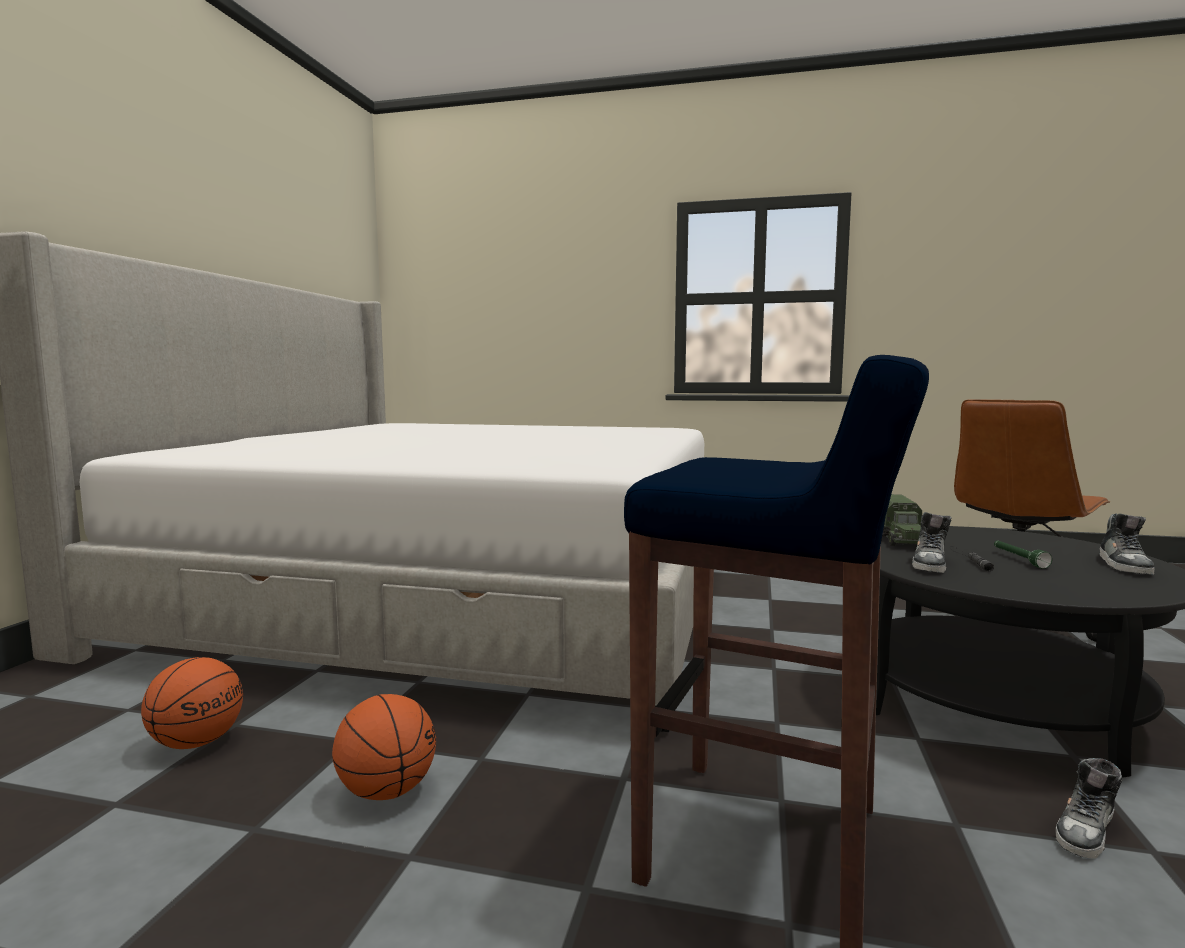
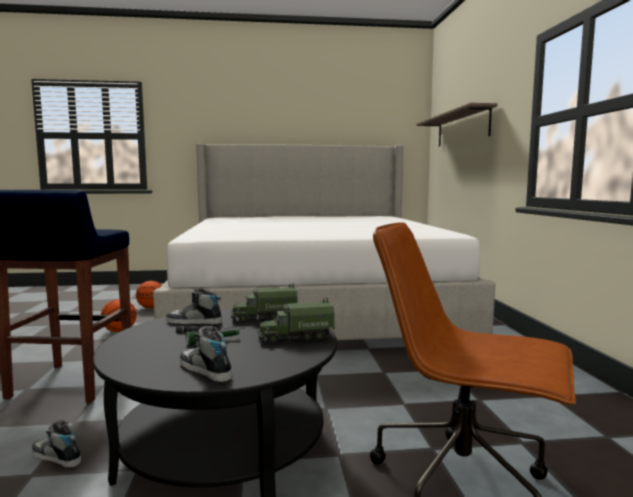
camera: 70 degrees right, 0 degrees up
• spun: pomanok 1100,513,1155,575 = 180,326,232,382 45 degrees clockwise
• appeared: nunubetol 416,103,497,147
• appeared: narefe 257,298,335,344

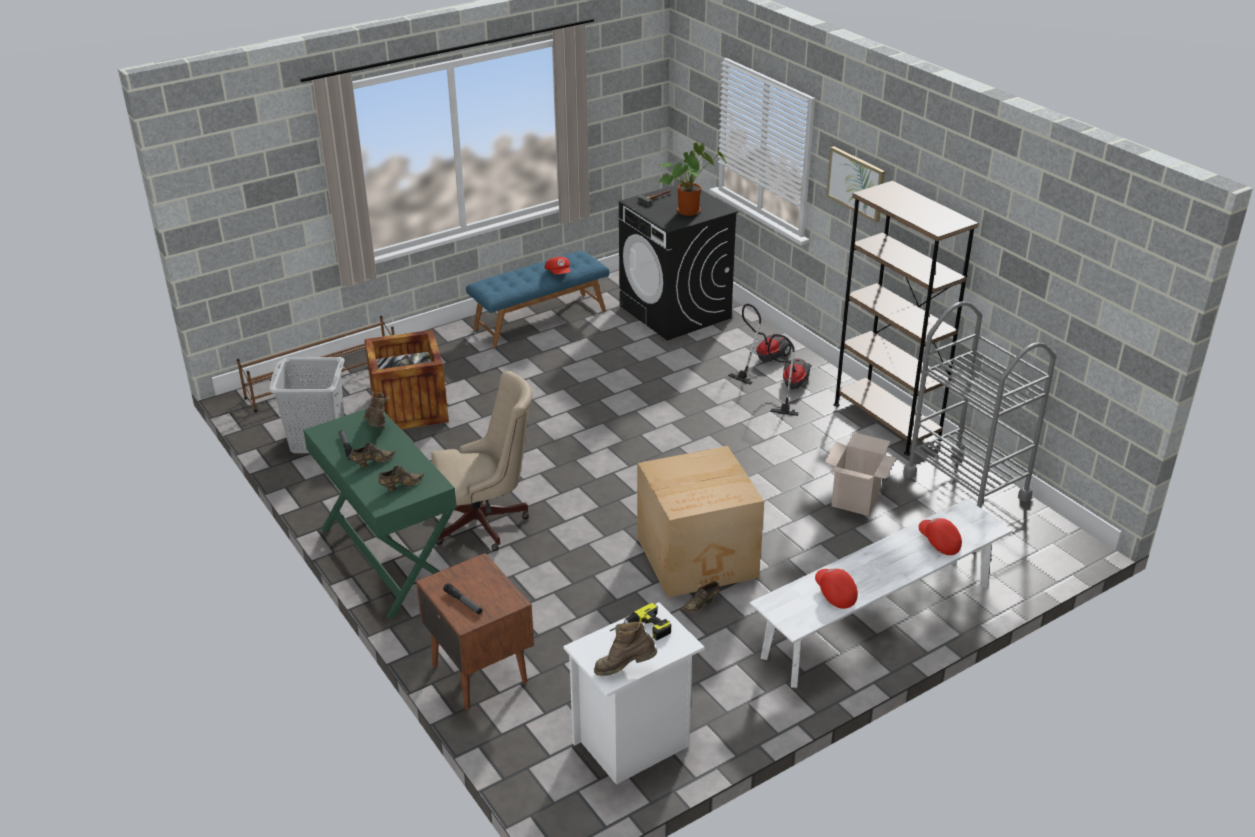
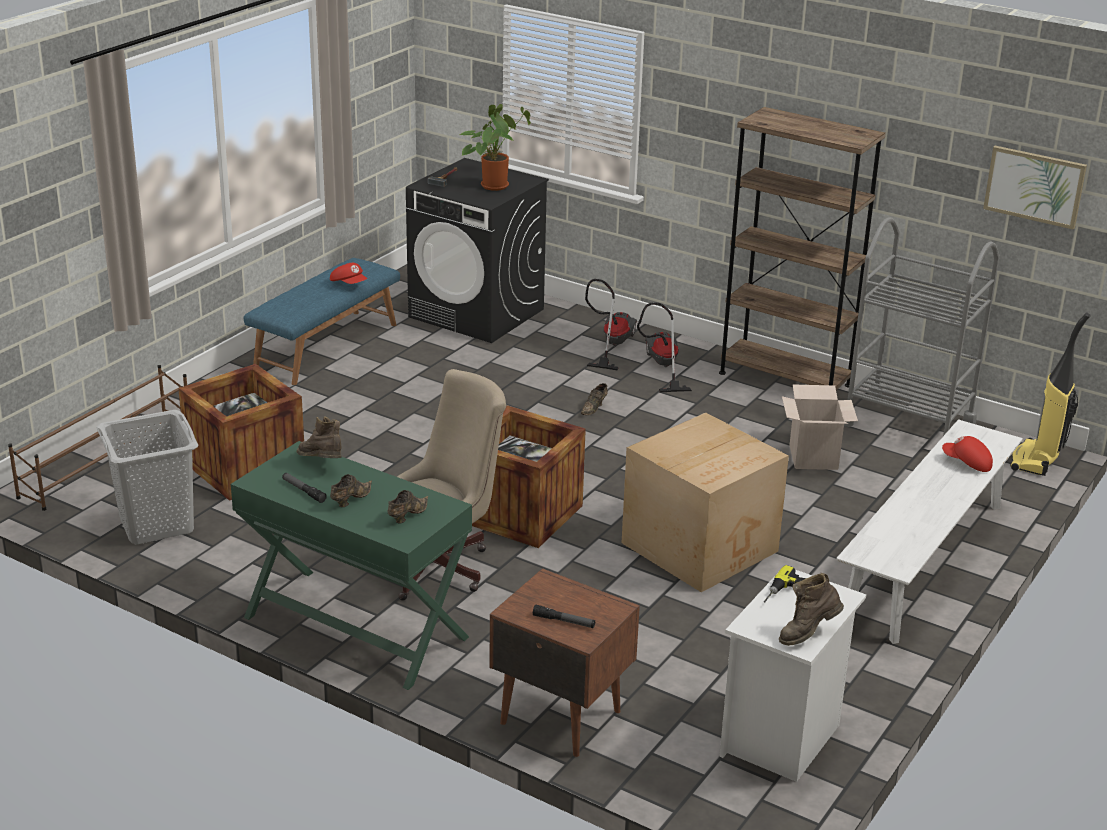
camera: 25 degrees left, 5 degrees down
• relocated: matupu 826,146,885,223 to 983,146,1087,229
• missing: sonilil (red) 815,568,858,609
• relocated: pomanok (brown) 681,581,720,613 to 581,383,608,415
• appeared: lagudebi 1010,313,1091,476
• appeared: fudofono 472,405,586,548

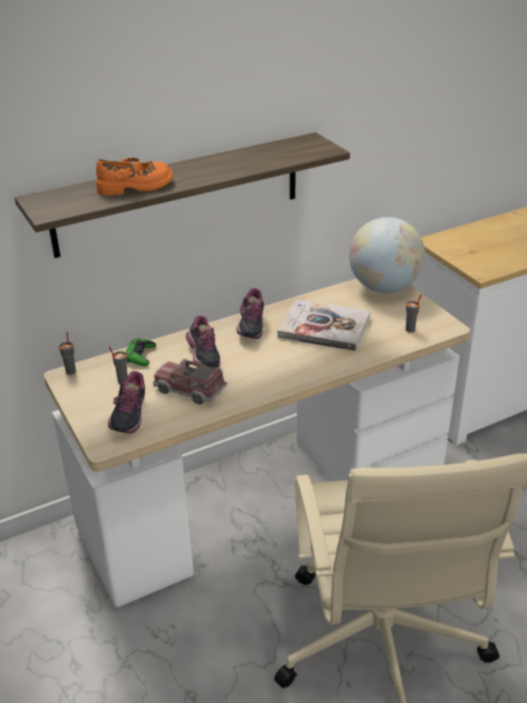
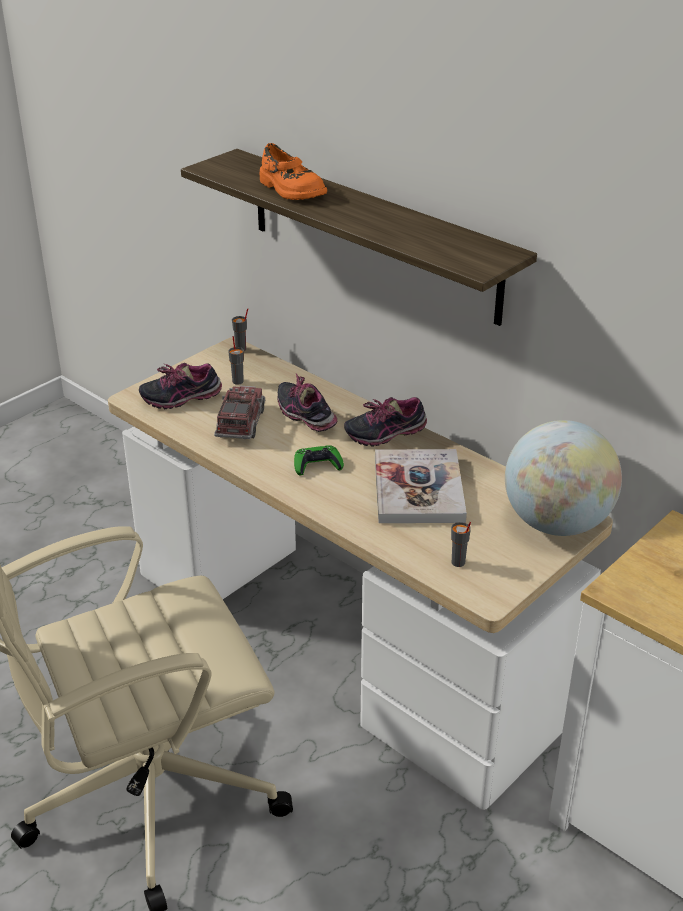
camera: 70 degrees right, 0 degrees up
• spun: pomanok 186,316,220,368 = 278,373,338,432 90 degrees clockwise
• relocated: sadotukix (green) 126,338,156,366 to 294,445,344,476

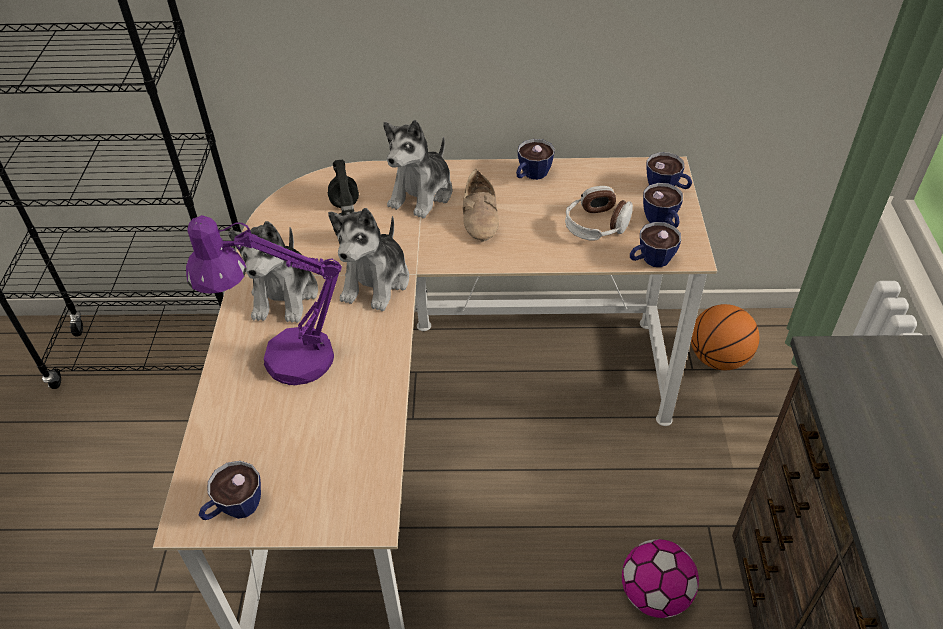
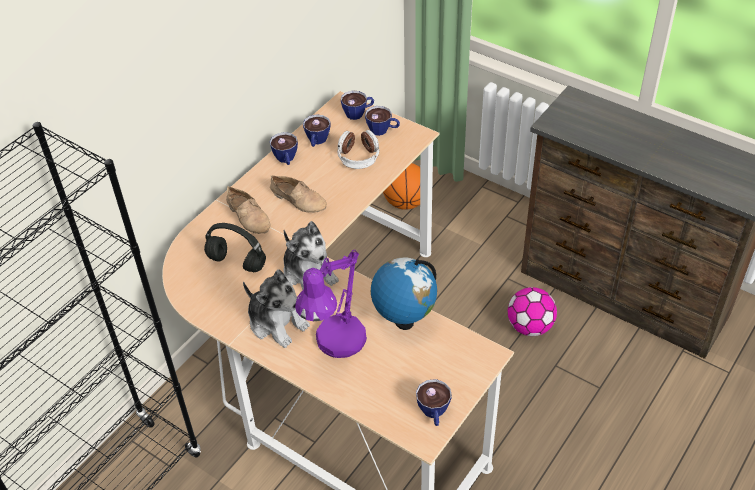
camera: 55 degrees left, 0 degrees up
• exchanged: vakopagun 383,120,453,218 to pomanok (beige) 226,186,271,234
• relocated: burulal 630,222,681,267 to 303,114,330,147
• appeared: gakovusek 371,258,437,330

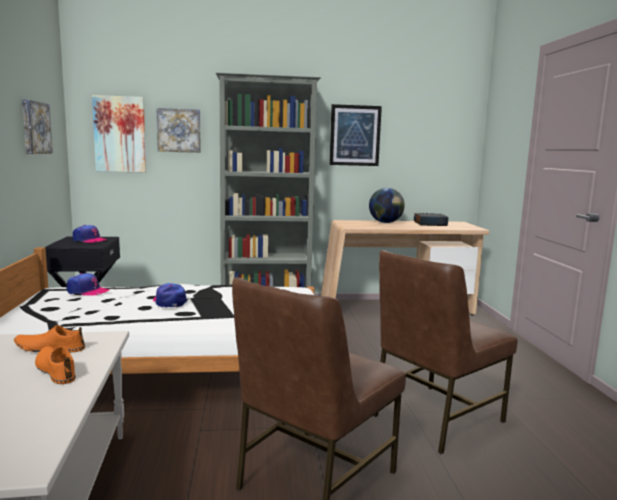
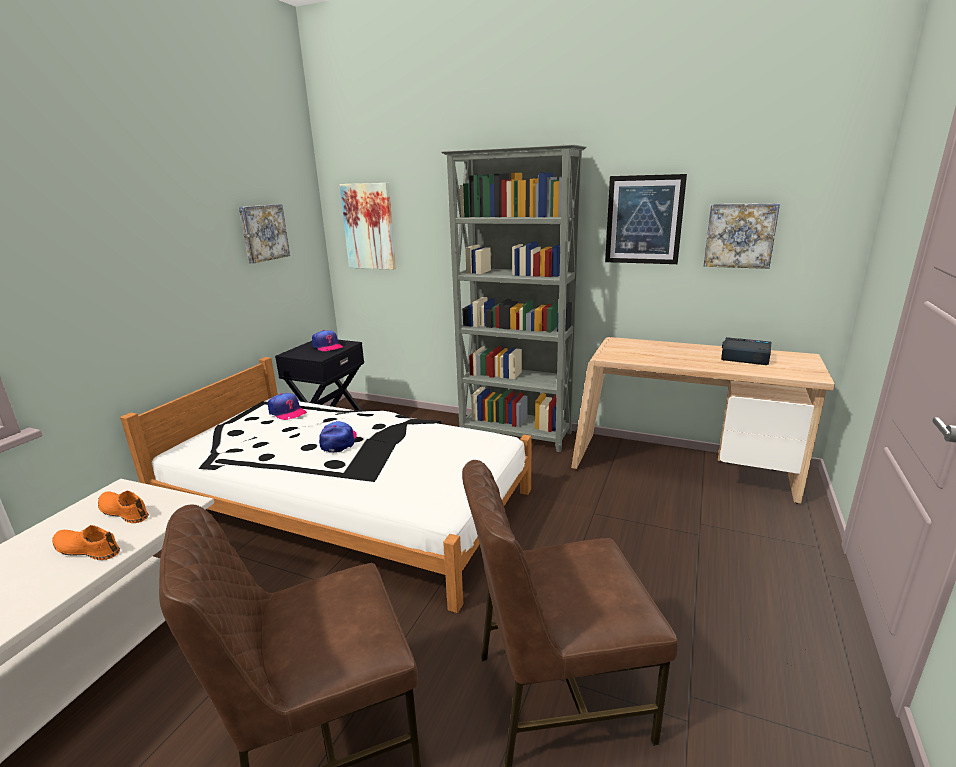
camera: 30 degrees right, 10 degrees up
• relocated: matupu 157,108,201,153 to 704,203,780,269
• missing: gakovusek 369,188,405,223
• spun: pomanok (orange) 35,346,76,384 = 52,525,120,560 60 degrees counterclockwise

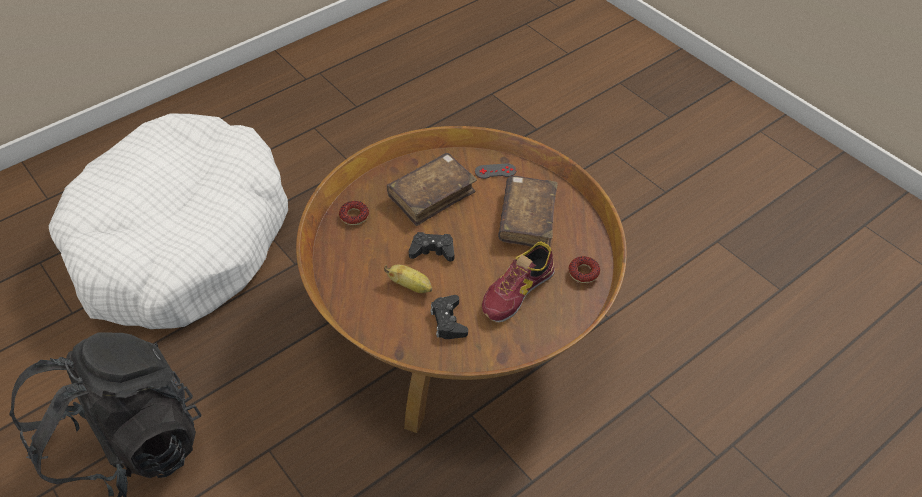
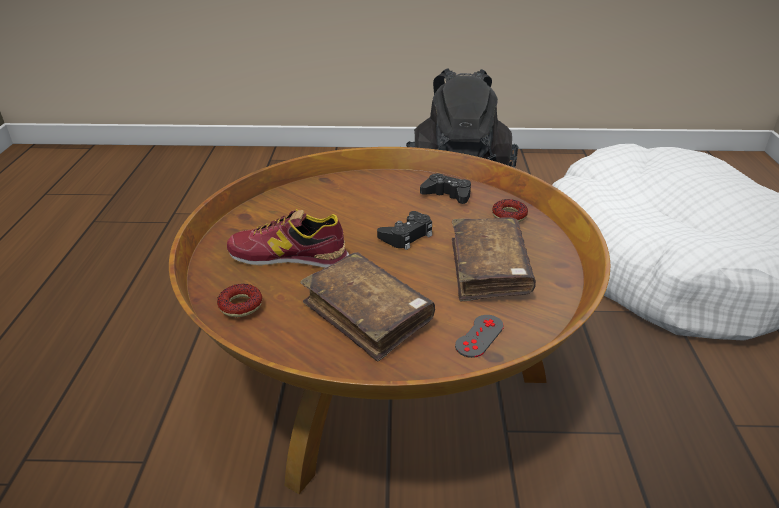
camera: 130 degrees right, 15 degrees down
• spun: pomanok 482,241,555,323 = 227,209,349,269 75 degrees counterclockwise
• missing: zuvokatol 384,265,432,293
• relocated: sadotukix (black) 430,295,468,339 to 420,173,471,204

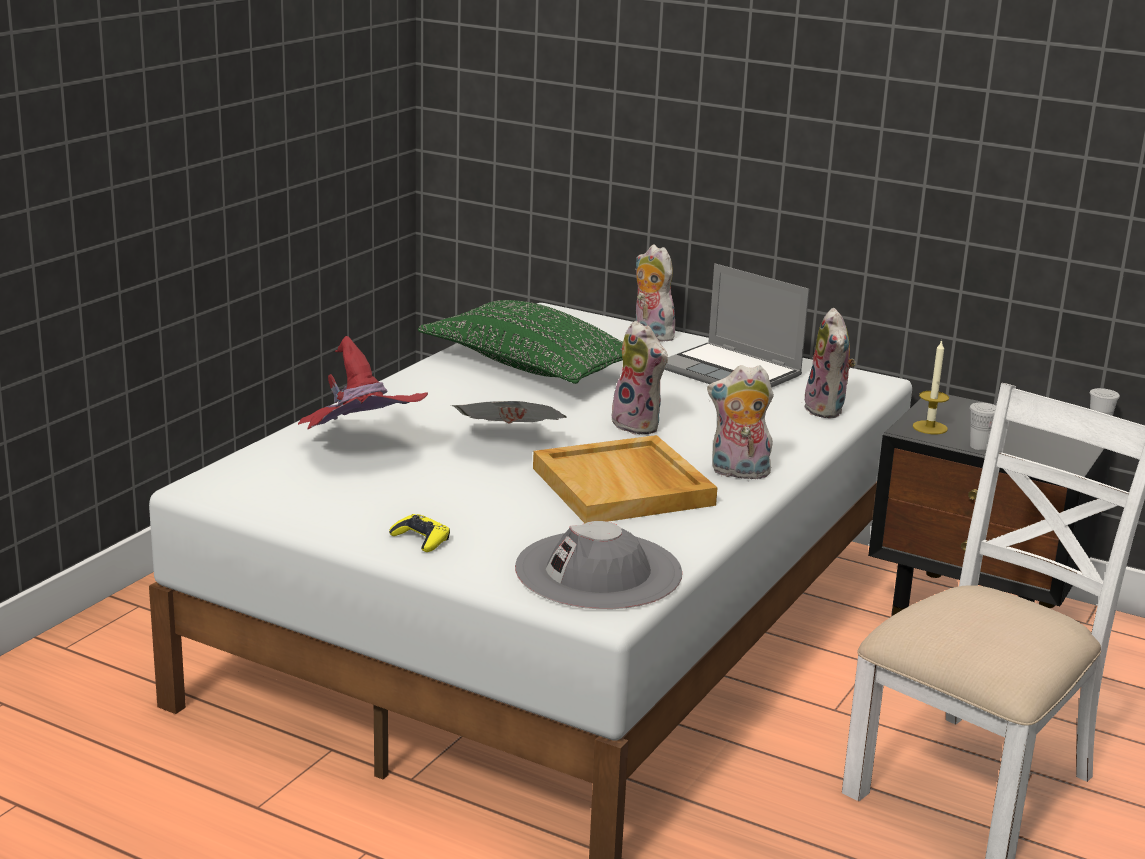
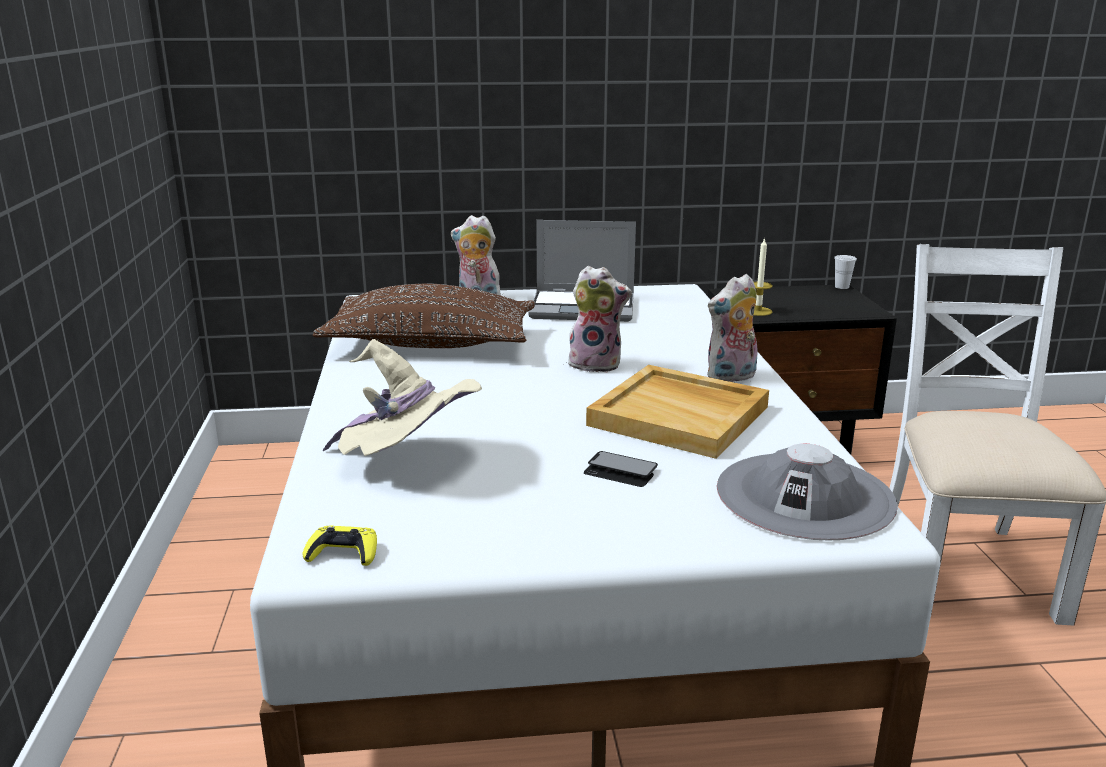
camera: 35 degrees left, 0 degrees up
• colour: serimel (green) 418,300,623,384 to serimel (brown) 313,284,535,348
• missing: vakopagun 803,308,856,418
• colour: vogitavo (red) 298,336,428,429 to vogitavo (beige) 323,339,482,456
• missing: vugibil 451,401,566,424
• missing: burulal (white) 970,403,996,450
• relocated: sadotukix (yellow) 389,514,450,552 to 302,525,377,566
• appeared: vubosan 584,451,658,487

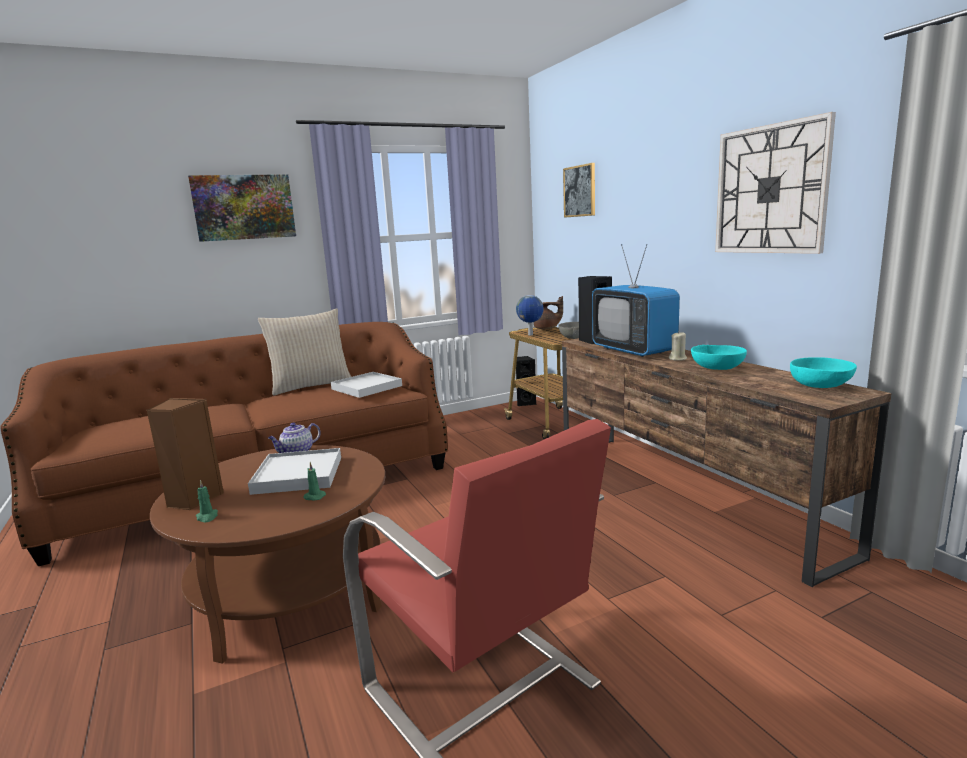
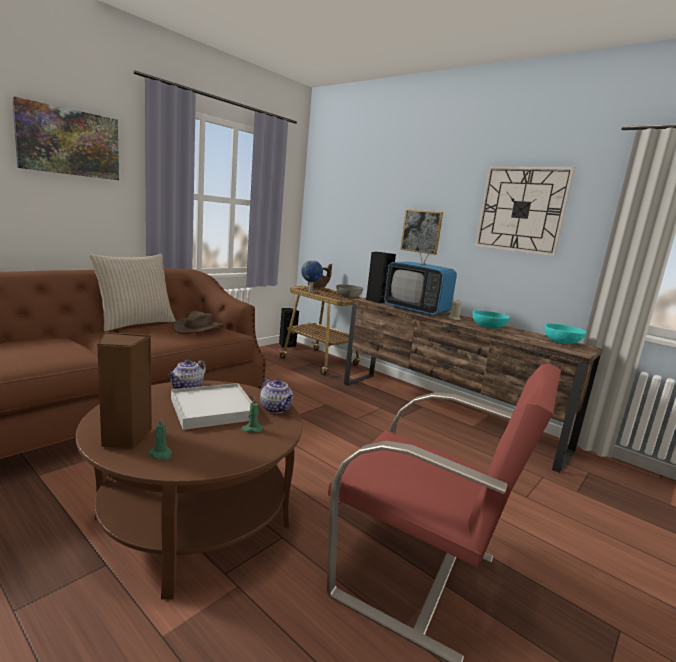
camera: 25 degrees left, 0 degrees up
• relocated: matupu 563,163,595,218 to 400,209,443,255
• exchanged: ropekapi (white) 331,372,402,398 to vogitavo (brown) 172,311,224,334
• appeared: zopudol 260,378,293,413

